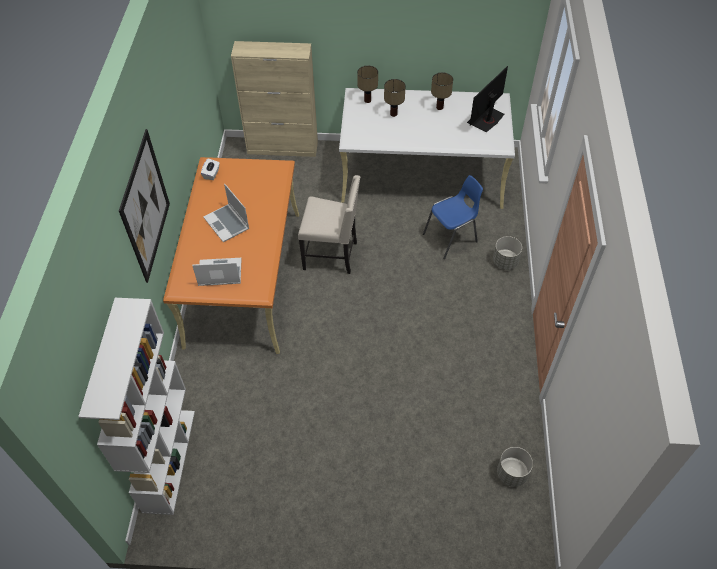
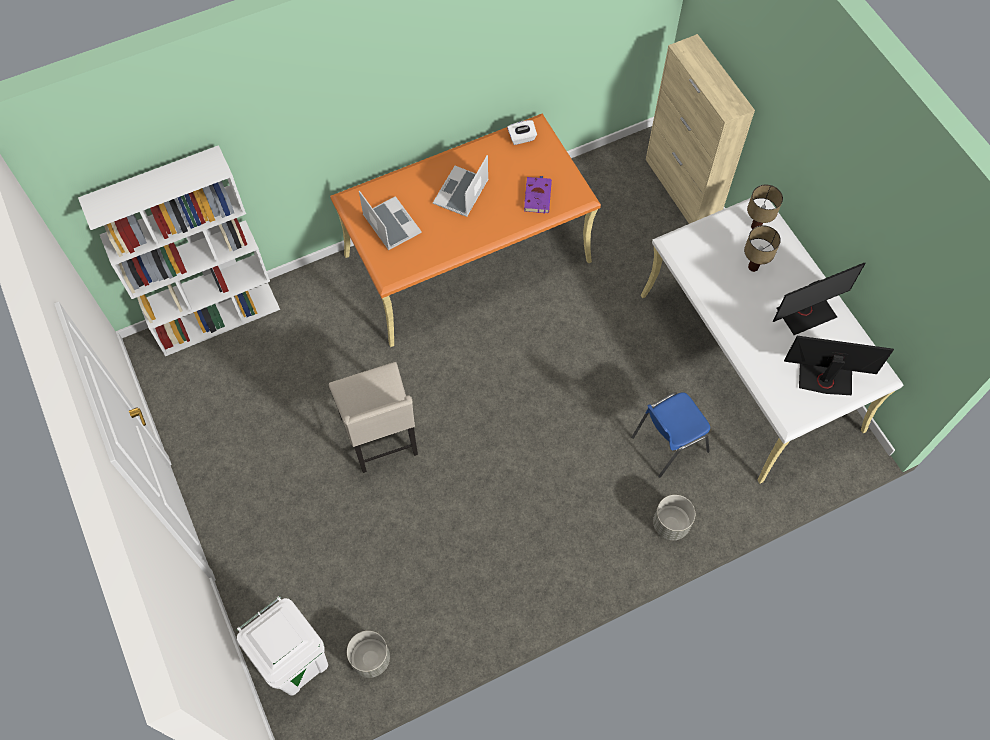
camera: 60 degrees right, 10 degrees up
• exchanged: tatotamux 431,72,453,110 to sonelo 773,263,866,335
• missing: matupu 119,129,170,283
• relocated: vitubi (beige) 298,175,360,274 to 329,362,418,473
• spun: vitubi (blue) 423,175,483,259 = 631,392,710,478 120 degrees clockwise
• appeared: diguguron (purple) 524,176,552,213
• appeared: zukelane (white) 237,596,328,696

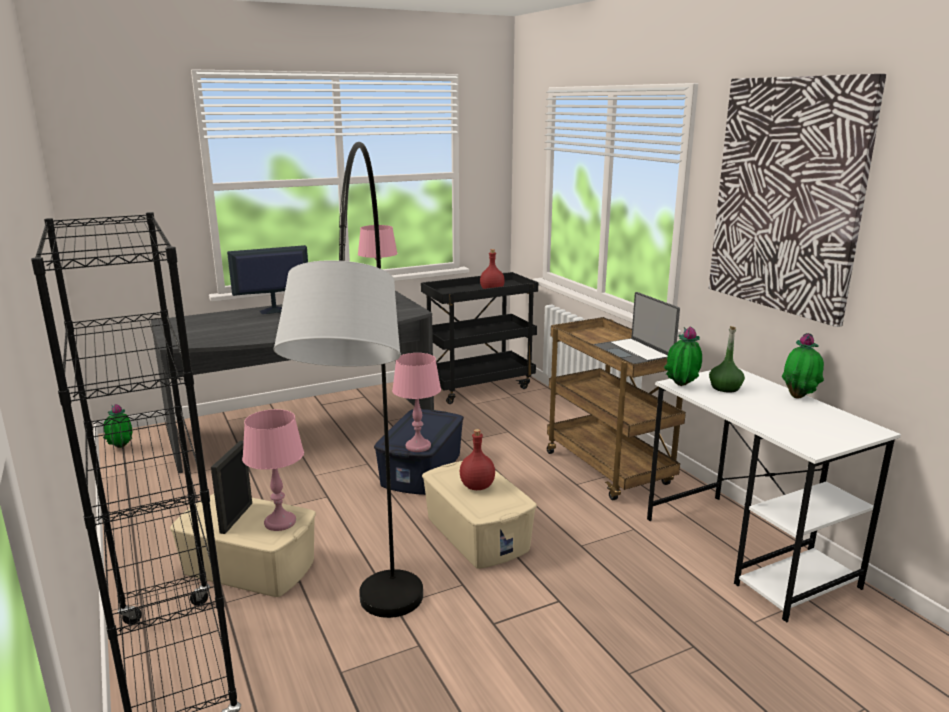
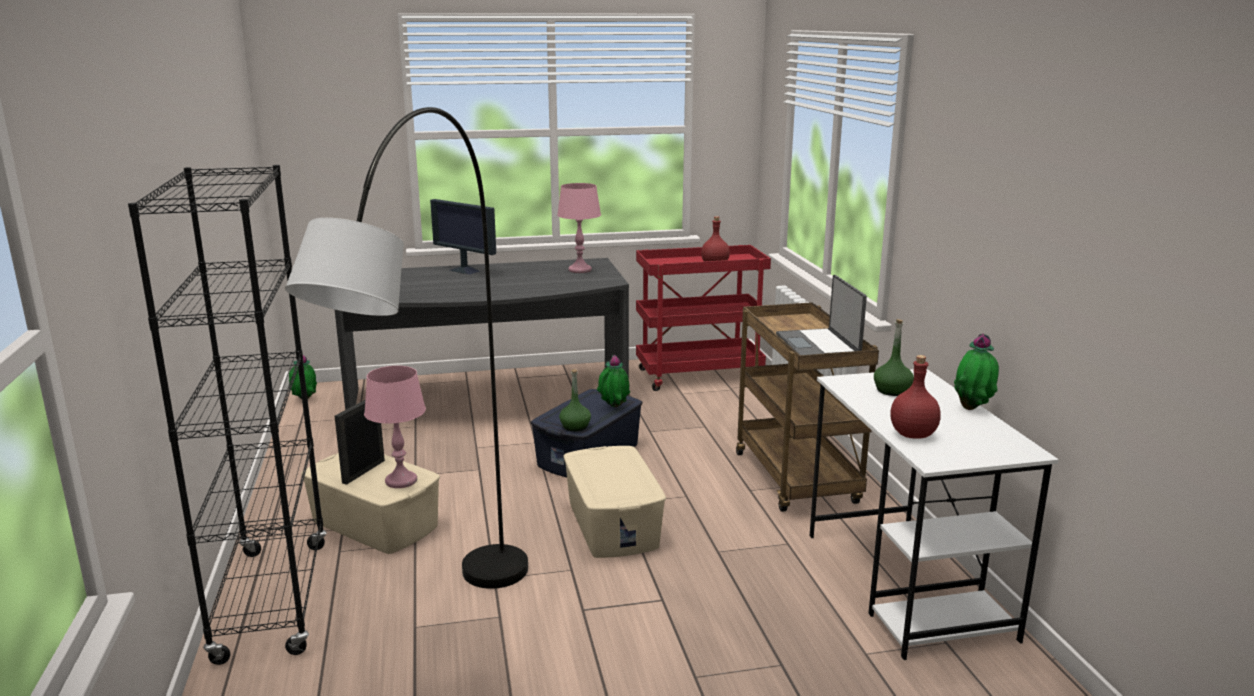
camera: 15 degrees right, 0 degrees up
• missing: matupu 709,74,886,327
• spun: sonelo 227,245,308,314 = 430,199,496,274 135 degrees counterclockwise
• colour: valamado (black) 421,272,538,404 to valamado (red) 636,245,771,391
• relocated: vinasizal 663,327,702,386 to 597,355,630,408
• exchanged: tatotamux (pink) 392,353,441,452 to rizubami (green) 559,369,591,431
• relocated: rizubami (red) 460,429,495,490 to 890,355,941,439

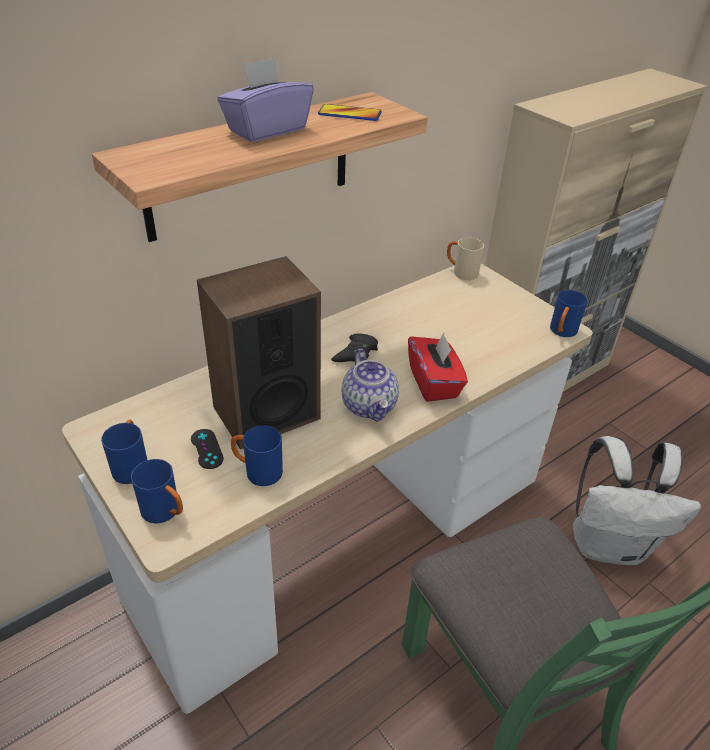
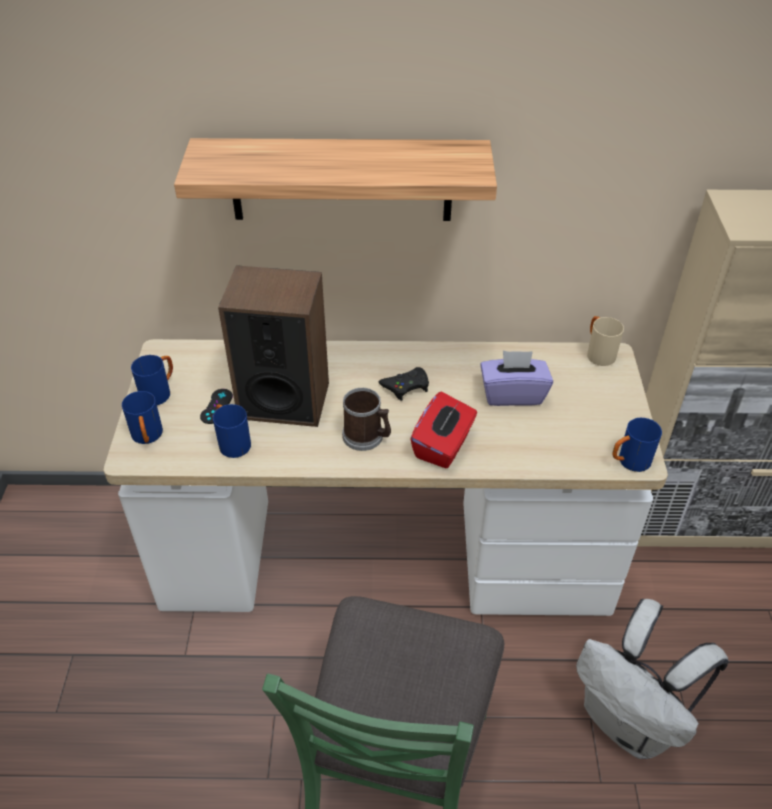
camera: 40 degrees right, 5 degrees up
• relocated: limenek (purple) 218,58,314,142 to 480,350,553,406
• missing: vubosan 318,104,382,121
• exchanged: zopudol 342,349,399,422 to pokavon 342,388,391,451

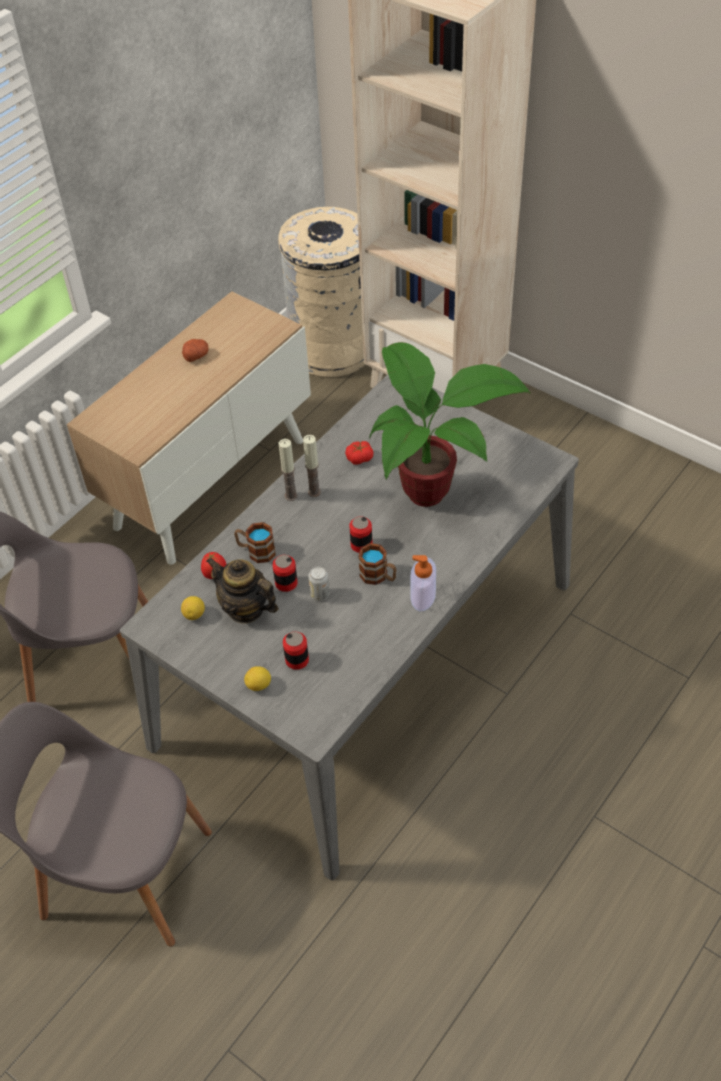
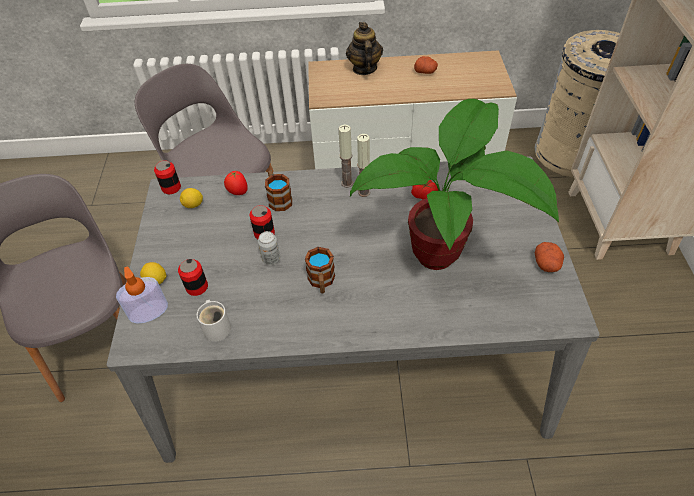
camera: 50 degrees right, 0 degrees up
• relocated: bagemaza 349,516,373,553 to 154,161,181,194
• relocated: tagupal 411,555,436,611 to 116,266,168,324
• relocated: zopudol 206,557,278,624 to 346,22,383,75
• appeared: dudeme 535,242,564,272
• appeared: pokavon (white) 197,300,231,342

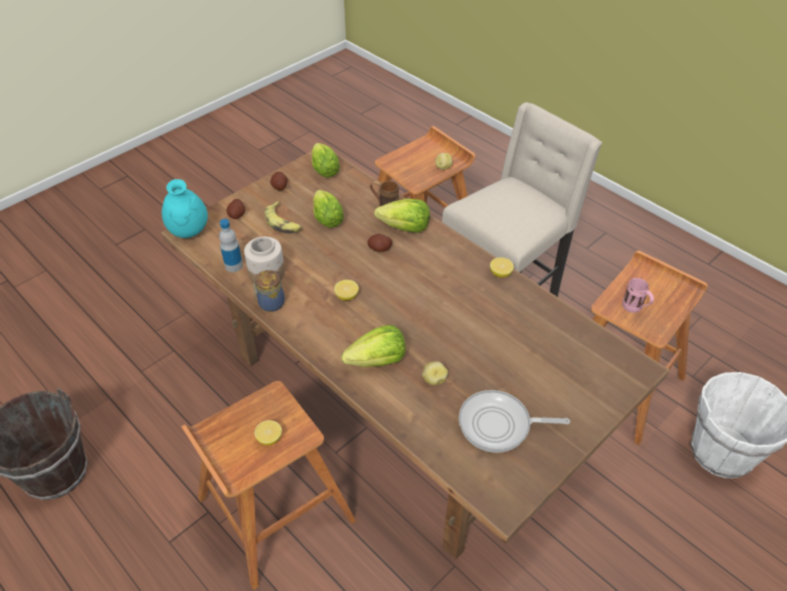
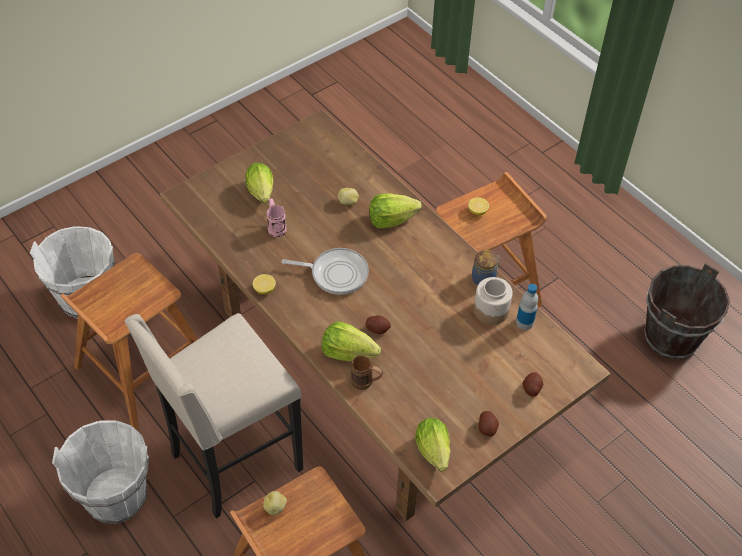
camera: 175 degrees left, 5 degrees up
• missing: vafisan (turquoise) 162,179,208,238
• relocated: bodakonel 313,190,344,228 to 245,163,273,203
• missing: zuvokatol 265,201,302,233
• relocated: pokavon (pink) 622,278,654,313 to 266,198,287,237
• missing: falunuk 334,280,359,300
• relocated: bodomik 459,390,570,453 to 282,248,369,295
• appeared: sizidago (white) 52,420,149,524

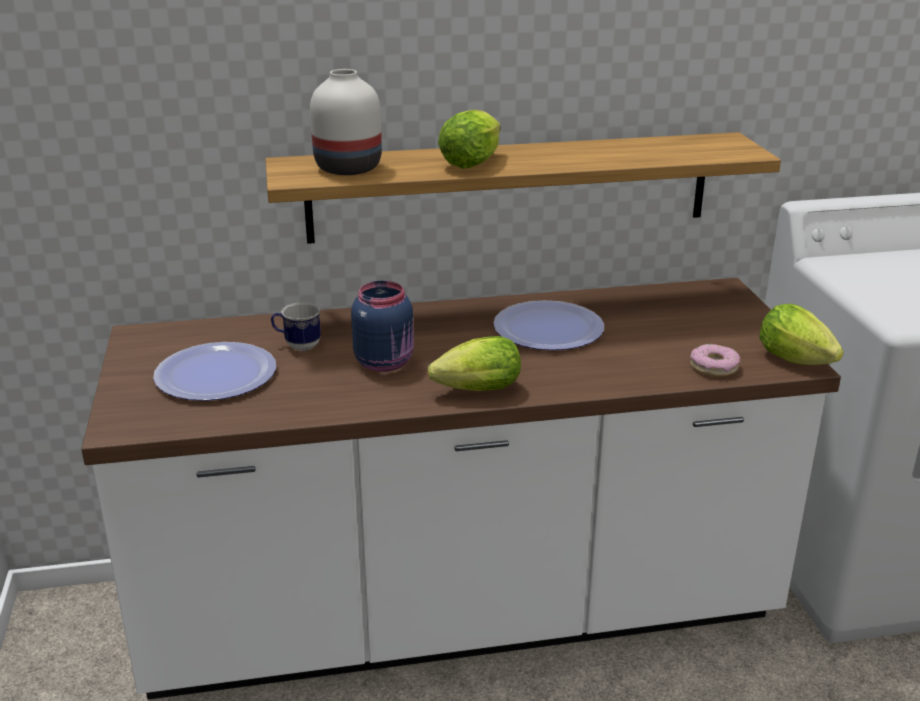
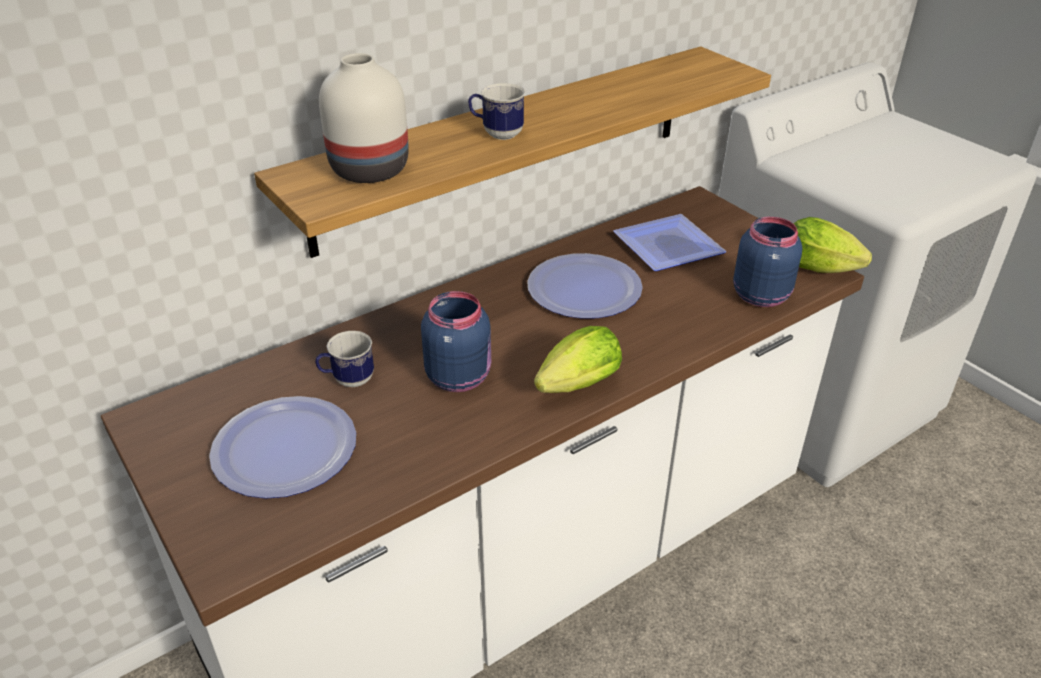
camera: 25 degrees left, 10 degrees up
• exchanged: bodakonel 438,110,501,169 to pokavon 468,83,525,140
• exchanged: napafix 690,344,741,377 to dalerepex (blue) 733,217,802,307
• appeared: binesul 613,214,727,271

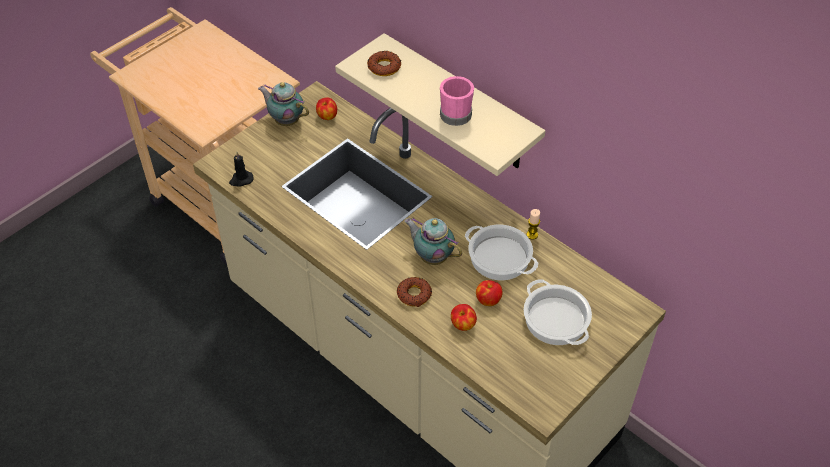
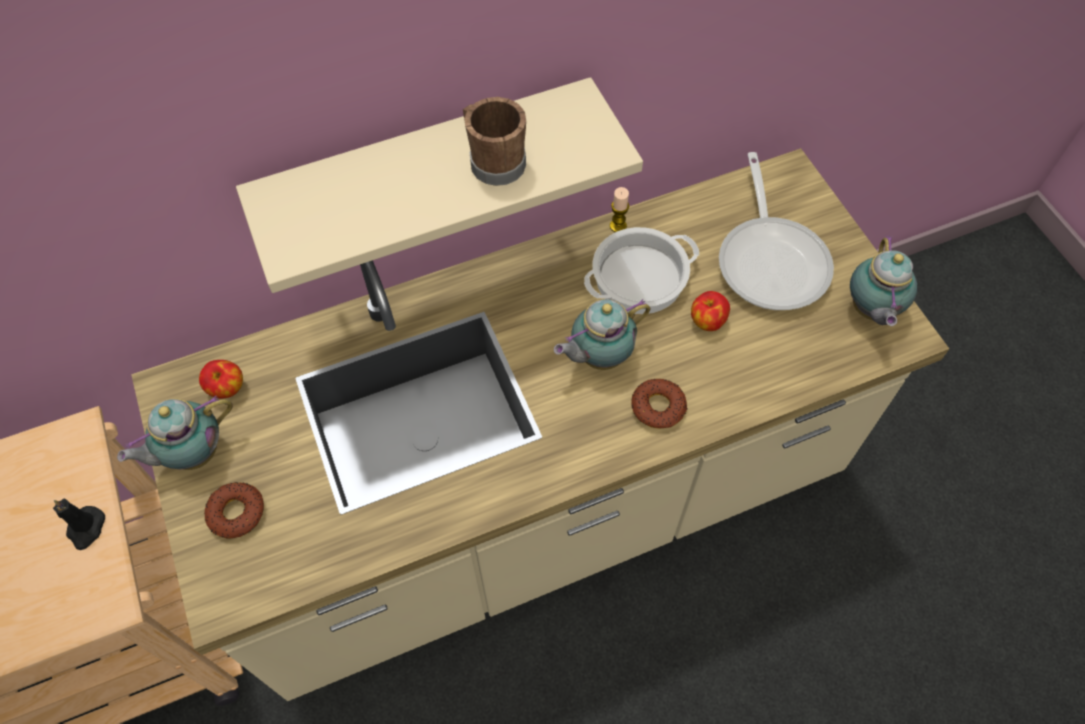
camera: 65 degrees left, 10 degrees up
• relocated: napafix 367,51,401,76 to 204,482,264,538
• colour: pokavon (pink) 440,76,474,126 to pokavon (brown) 463,97,526,186
• relocated: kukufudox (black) 229,152,254,187 to 53,499,105,550
• exchanged: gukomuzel 524,279,592,345 to bodomik 719,152,834,310
• missing: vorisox 451,304,477,331
• appeared: zopudol 850,235,917,326

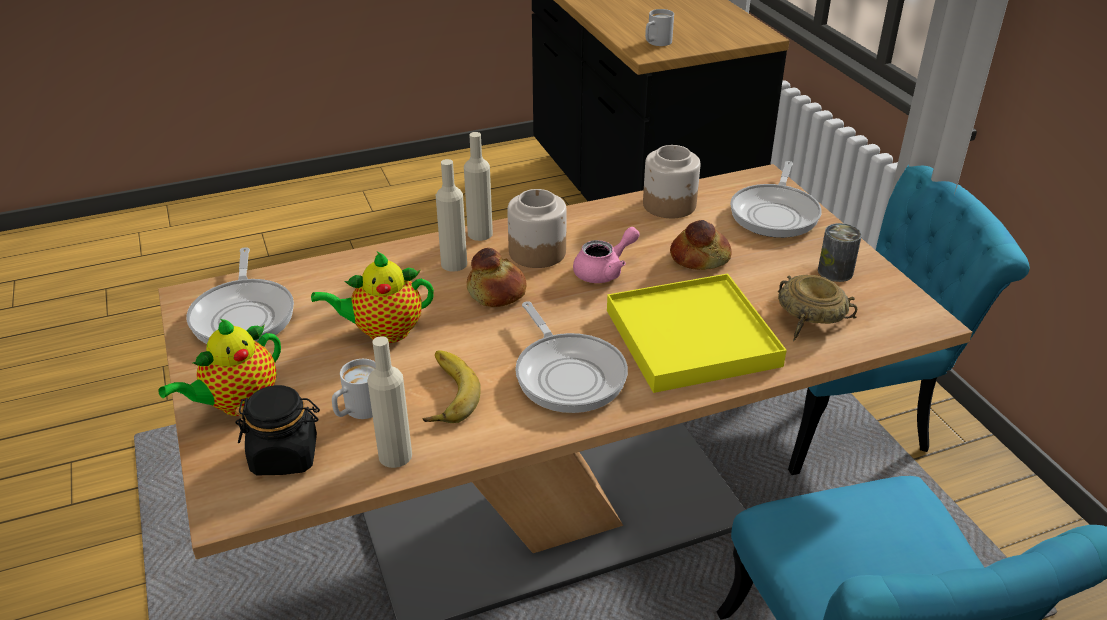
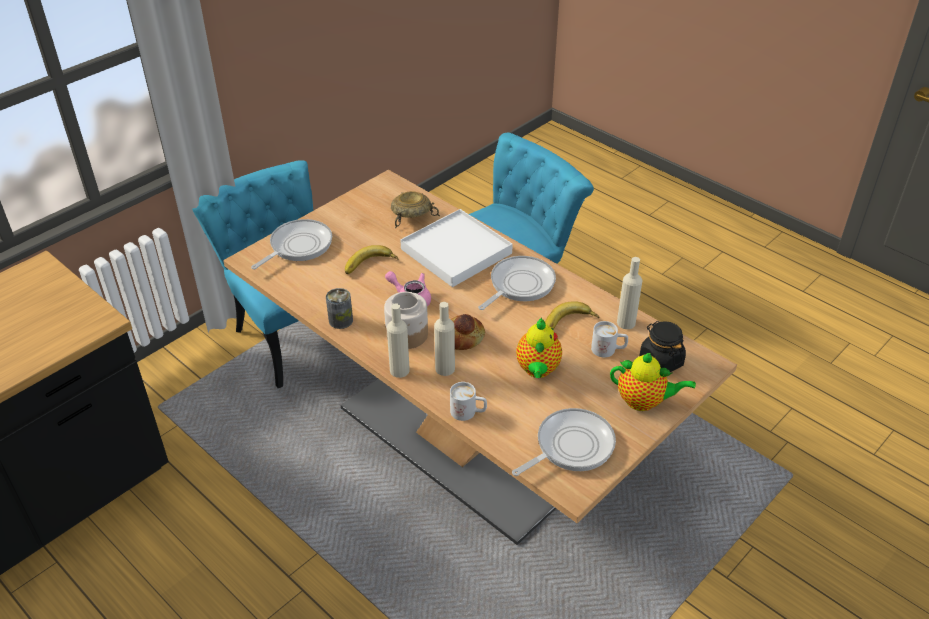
camera: 115 degrees left, 5 degrees up
• relocated: pokavon (white) 645,9,674,46 to 450,382,487,421
• missing: dalerepex 643,145,700,218
• spun: bodomik 730,161,822,238 = 251,219,332,269 45 degrees counterclockwise
• exchanged: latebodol 670,220,732,270 to zuvokatol 345,245,398,274
• relocated: bagemaza 818,223,862,282 to 326,288,353,329
• spun: zopudol 311,251,434,343 = 516,318,562,378 45 degrees clockwise
• colour: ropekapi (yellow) 607,273,787,393 to ropekapi (white) 400,209,513,287

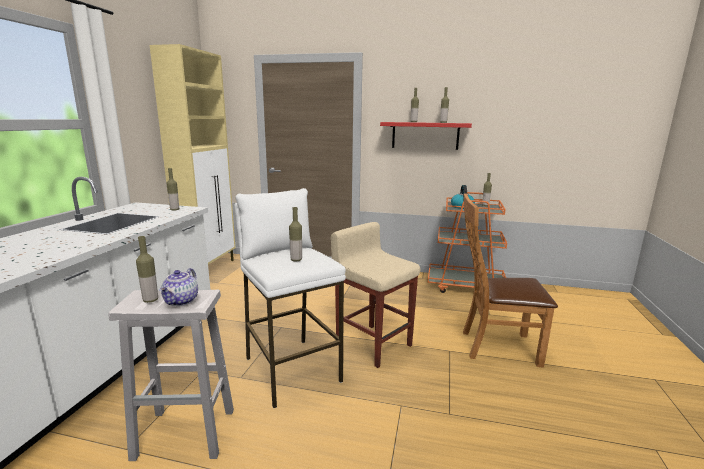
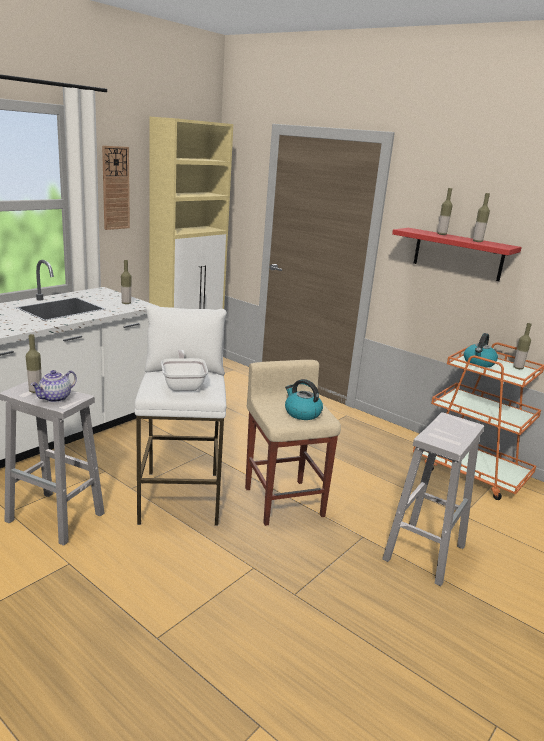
camera: 25 degrees right, 5 degrees up
• exchanged: vitubi (brown) 463,193,558,368 to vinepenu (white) 382,412,484,586
• exchanged: rizubami 289,207,302,261 to bodomik 161,350,208,391
• appeared: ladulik 102,146,130,230
• appeared: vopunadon 285,379,323,420

